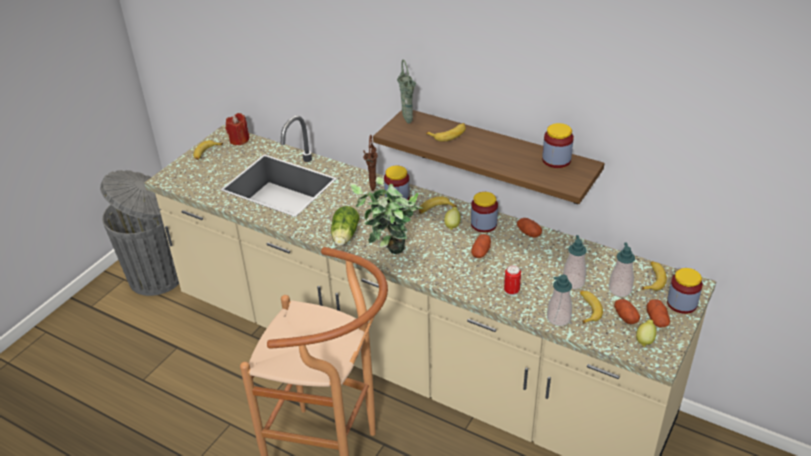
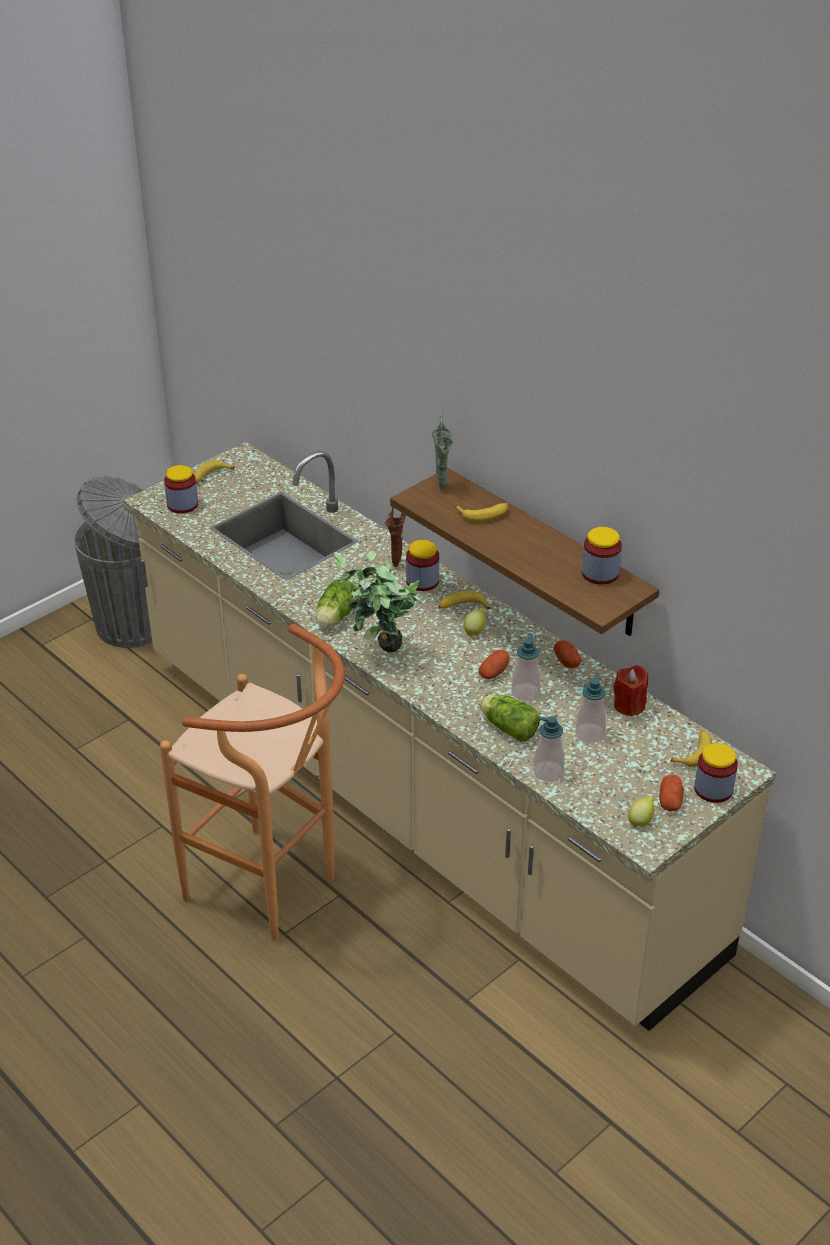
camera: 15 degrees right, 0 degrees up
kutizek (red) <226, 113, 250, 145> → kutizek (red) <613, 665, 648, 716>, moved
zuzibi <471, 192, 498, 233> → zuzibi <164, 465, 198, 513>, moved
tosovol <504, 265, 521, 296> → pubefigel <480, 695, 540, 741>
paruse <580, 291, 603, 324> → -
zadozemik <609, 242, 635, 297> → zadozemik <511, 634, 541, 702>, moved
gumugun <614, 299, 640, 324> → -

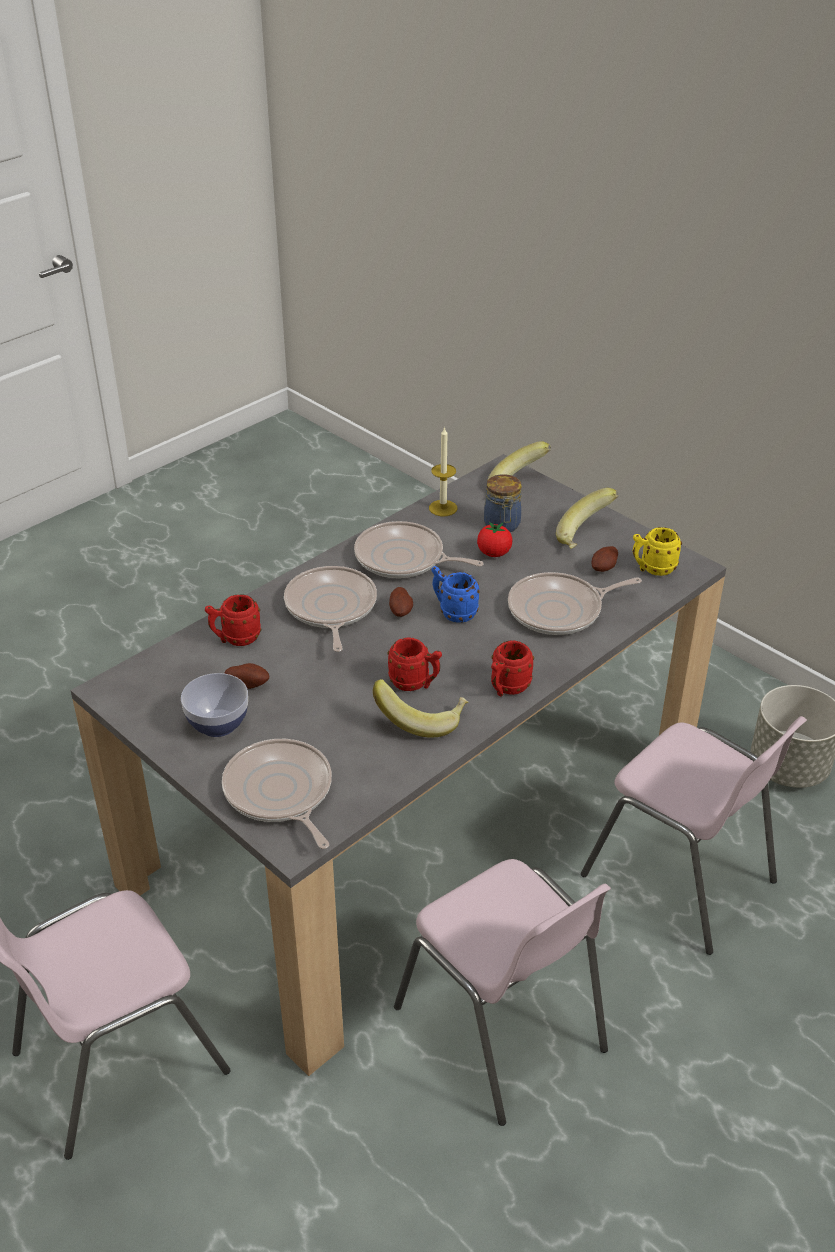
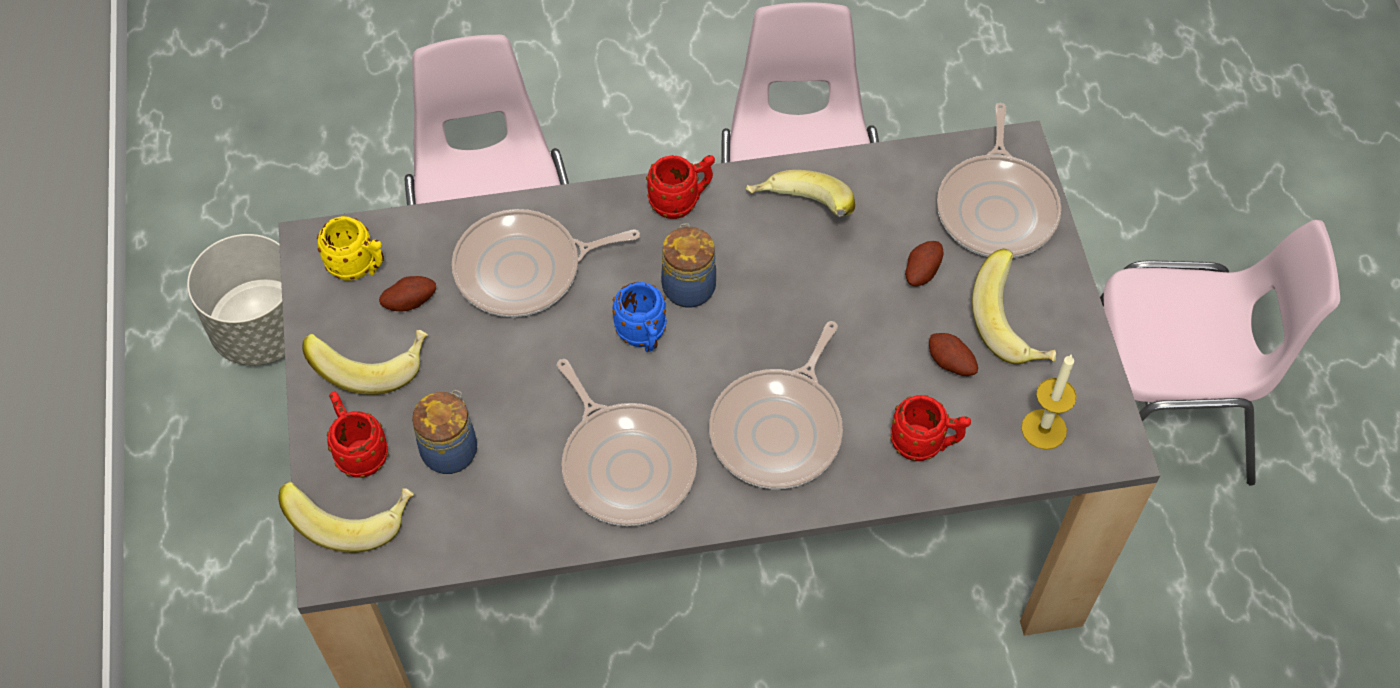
camera: 145 degrees left, 20 degrees up
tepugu <181, 673, 248, 737> → paruse <972, 248, 1056, 364>
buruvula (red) <387, 638, 442, 691> → buruvula (red) <327, 392, 389, 478>, moved
gumugun <389, 587, 413, 617> → gumugun <905, 241, 943, 286>, moved
kutizek <429, 426, 457, 516> → kutizek <1021, 354, 1077, 450>, moved
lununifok <477, 522, 512, 557> → -
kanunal <508, 572, 642, 635> → kanunal <452, 209, 640, 317>, 150 degrees clockwise
- → zuzibi <661, 223, 716, 308>

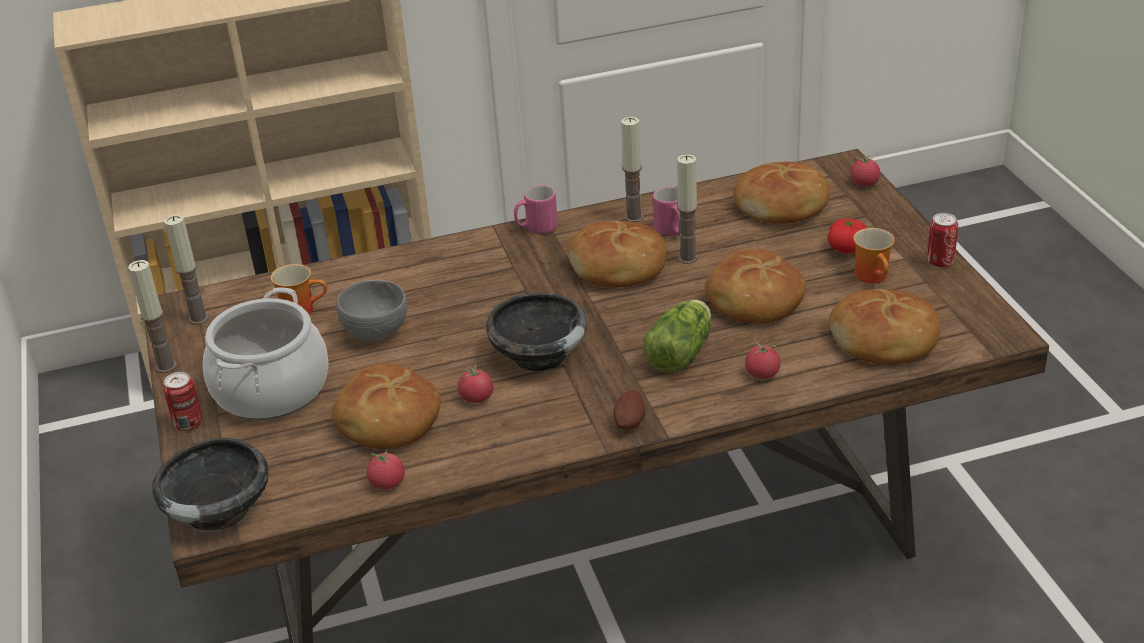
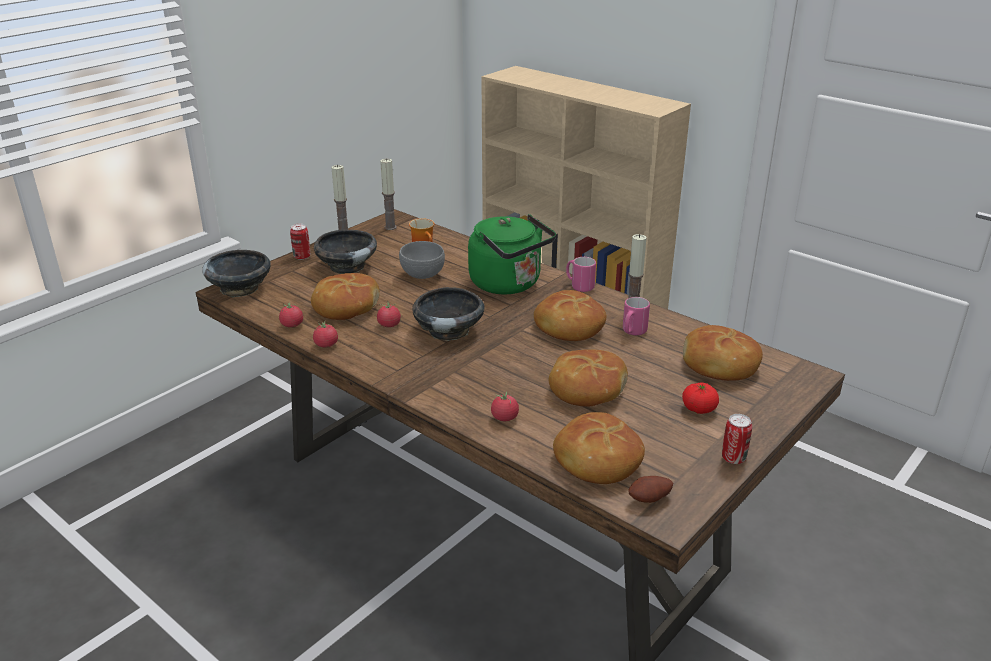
camera: 55 degrees right, 5 degrees down
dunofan <203, 287, 329, 420> → tepugu (black) <314, 230, 377, 274>
gumugun <613, 390, 646, 429> → gumugun <628, 476, 673, 503>, moved
pubefigel <643, 300, 711, 373> → -
kutizek <677, 154, 698, 264> → -
lununifok <850, 155, 880, 186> → lununifok <313, 321, 338, 347>, moved
buruvula <853, 228, 895, 283> → -
- → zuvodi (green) <468, 214, 556, 294>

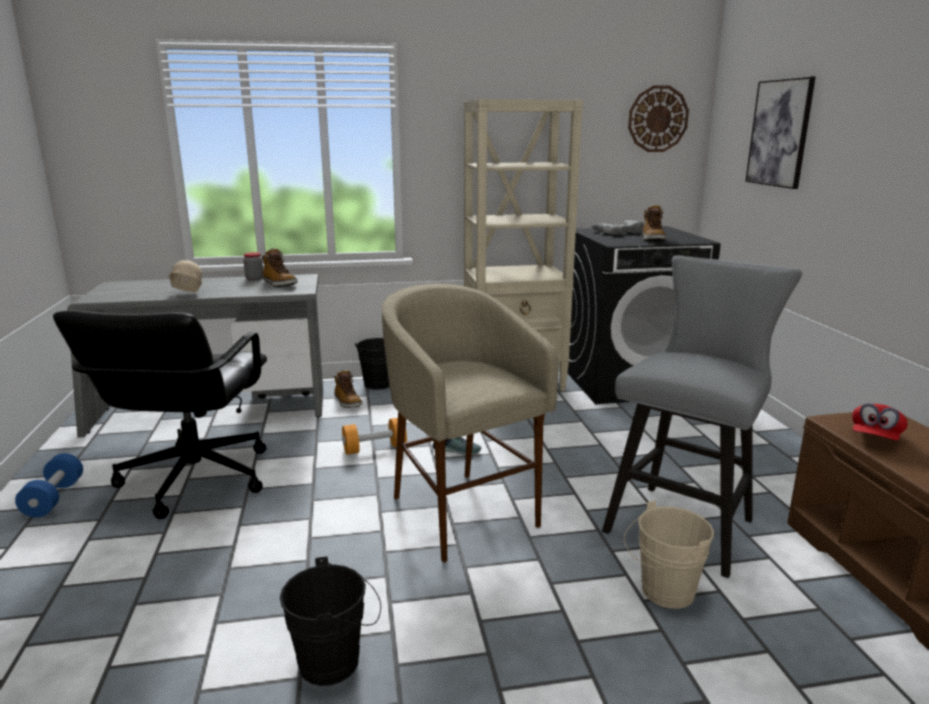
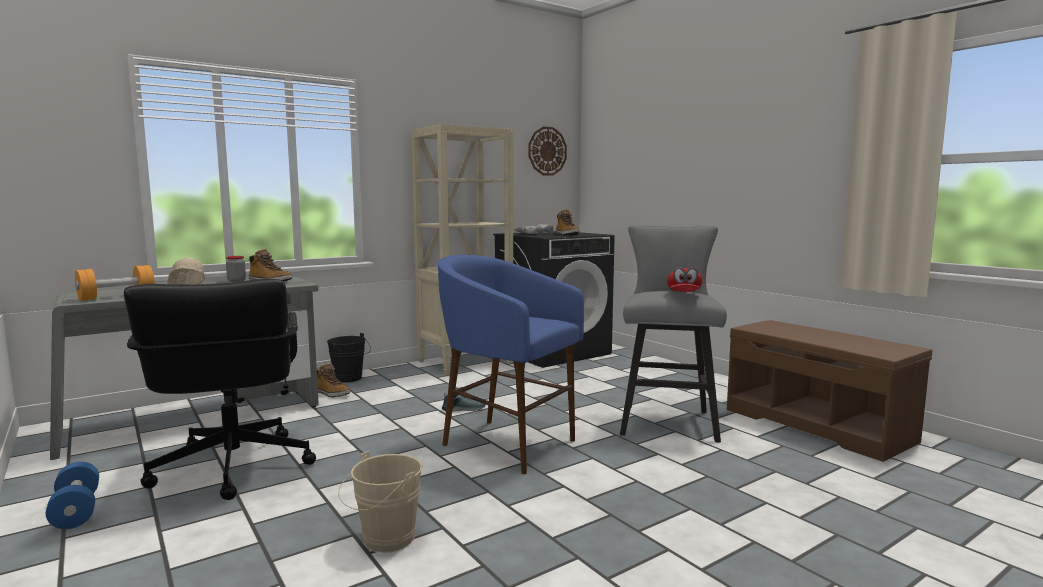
camera: 25 degrees left, 10 degrees down
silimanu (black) <280, 556, 381, 686> → -
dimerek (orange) <342, 418, 407, 455> → dimerek (orange) <75, 265, 155, 301>, moved
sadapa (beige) <382, 283, 559, 562> → sadapa (blue) <438, 255, 584, 474>
silimanu (beige) <624, 500, 714, 609> → silimanu (beige) <338, 451, 423, 553>, moved
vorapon <745, 76, 816, 189> → -
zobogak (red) <852, 403, 907, 440> → zobogak (red) <667, 267, 703, 292>, moved

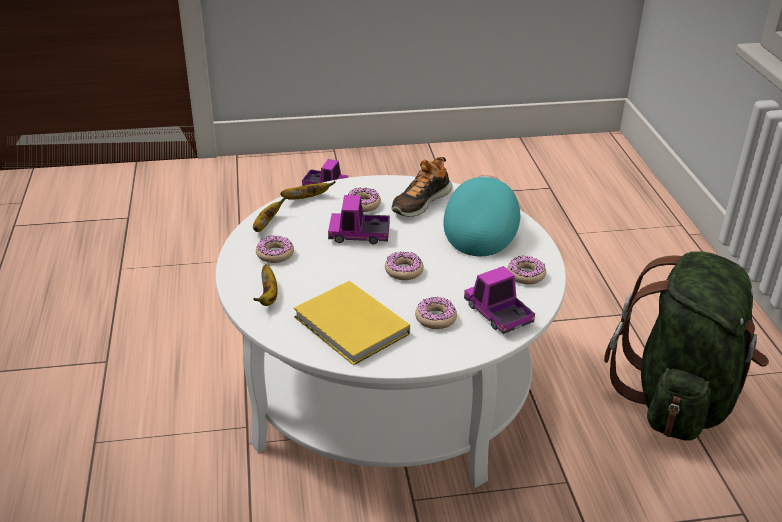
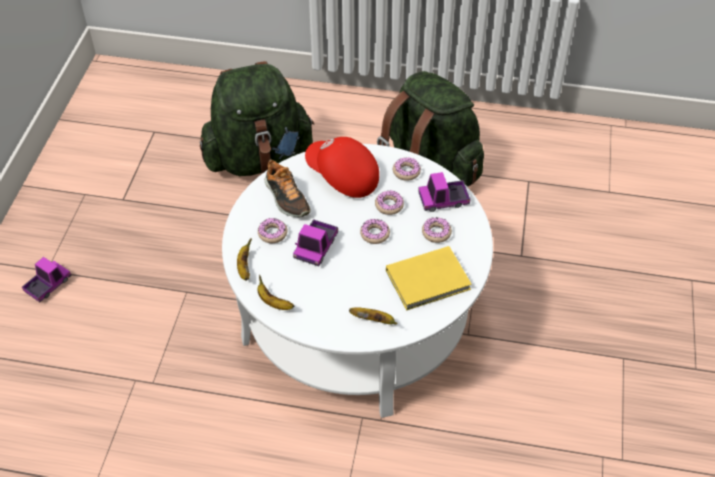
camera: 70 degrees left, 15 degrees up
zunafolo <256, 235, 294, 263> → zunafolo <375, 190, 404, 215>, moved
zobogak (turquoise) <443, 175, 520, 256> → zobogak (red) <305, 137, 379, 198>
- → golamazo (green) <200, 61, 314, 176>

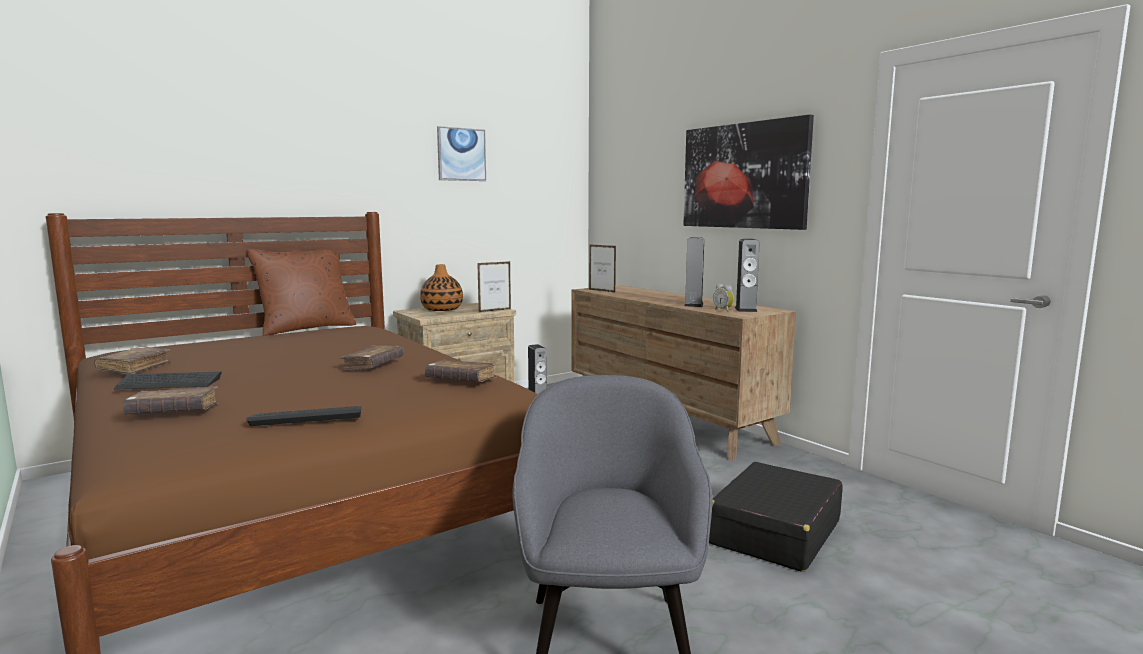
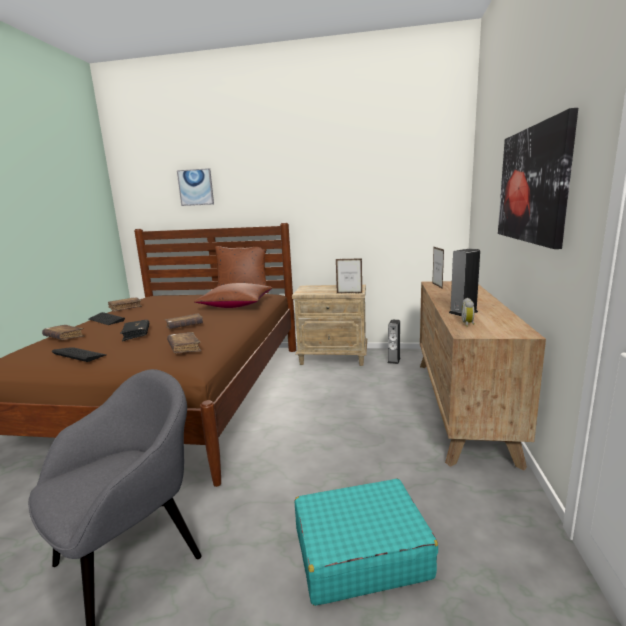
camera: 45 degrees right, 5 degrees up
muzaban <420, 264, 463, 311> → -
vorapon <437, 126, 486, 181> → vorapon <177, 168, 214, 206>, moved
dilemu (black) <709, 462, 842, 572> → dilemu (turquoise) <294, 479, 438, 606>
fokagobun <735, 239, 760, 312> → -
- → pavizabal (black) <120, 320, 149, 341>
- → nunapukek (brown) <194, 283, 272, 308>

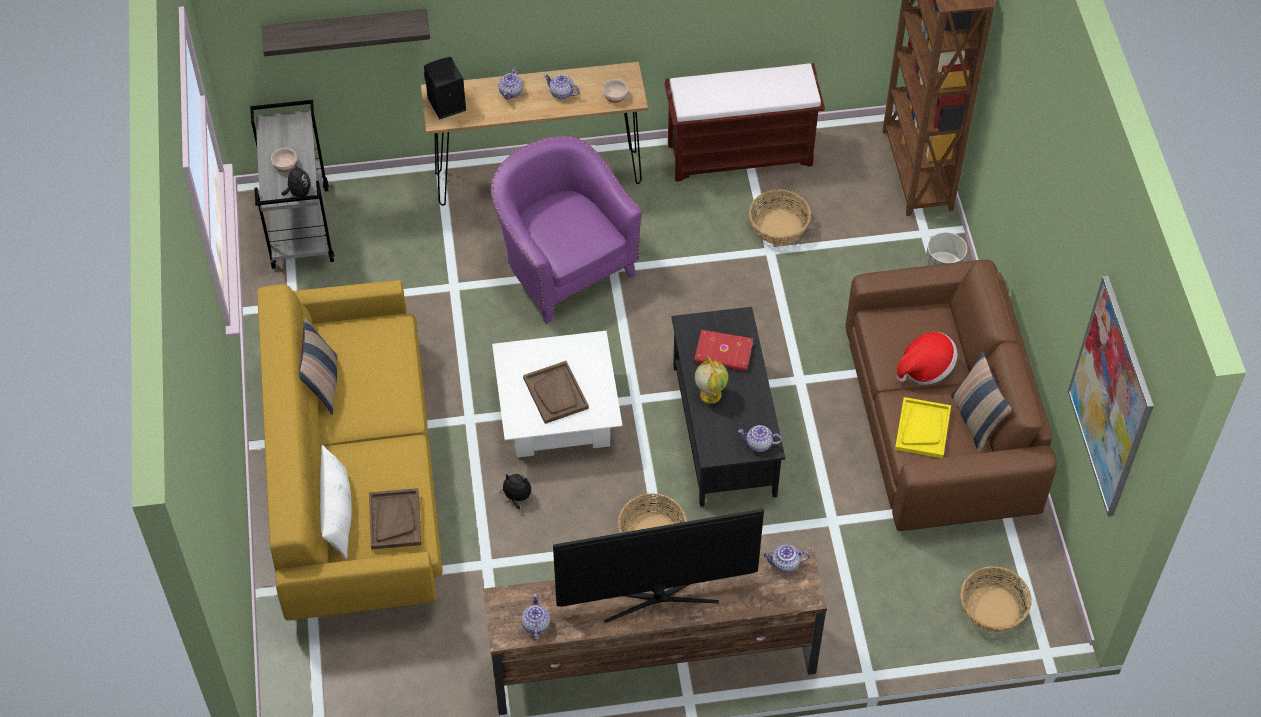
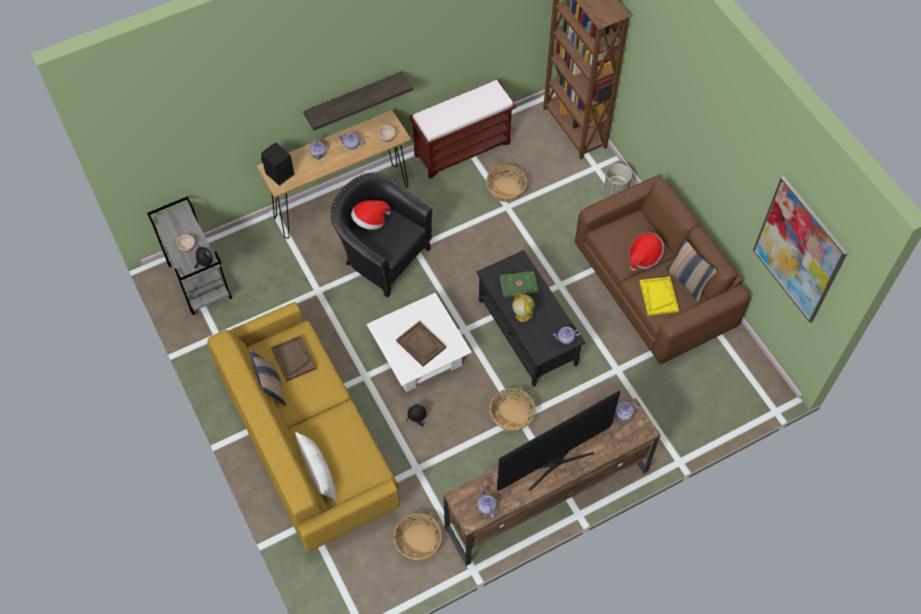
camera: 20 degrees left, 5 degrees up
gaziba <262, 9, 430, 56> → gaziba <303, 71, 413, 131>, moved
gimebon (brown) <369, 488, 421, 550> → gimebon (brown) <271, 335, 316, 381>, moved
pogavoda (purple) <491, 136, 642, 324> → pogavoda (black) <331, 173, 432, 298>
pavizabal (red) <694, 330, 753, 371> → pavizabal (green) <500, 271, 539, 298>
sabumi <961, 566, 1032, 632> → sabumi <394, 513, 442, 560>, moved
- → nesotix <351, 200, 391, 230>

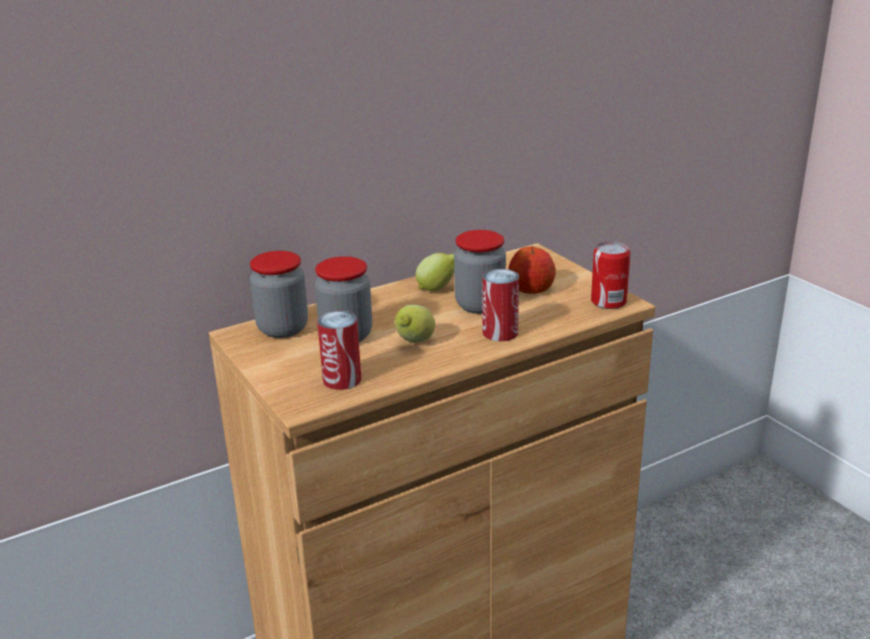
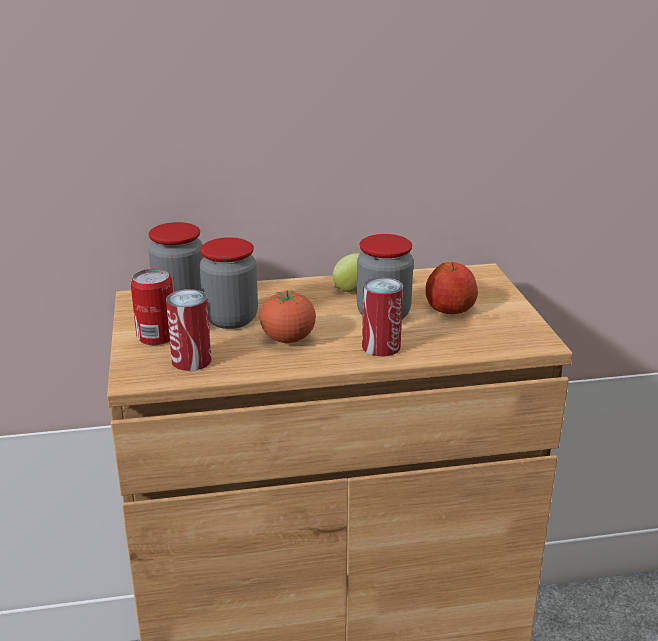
camera: 20 degrees right, 0 degrees up
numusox <395, 305, 435, 343> → lununifok <260, 290, 316, 343>
tosovol <591, 241, 631, 309> → tosovol <130, 269, 173, 345>, moved

